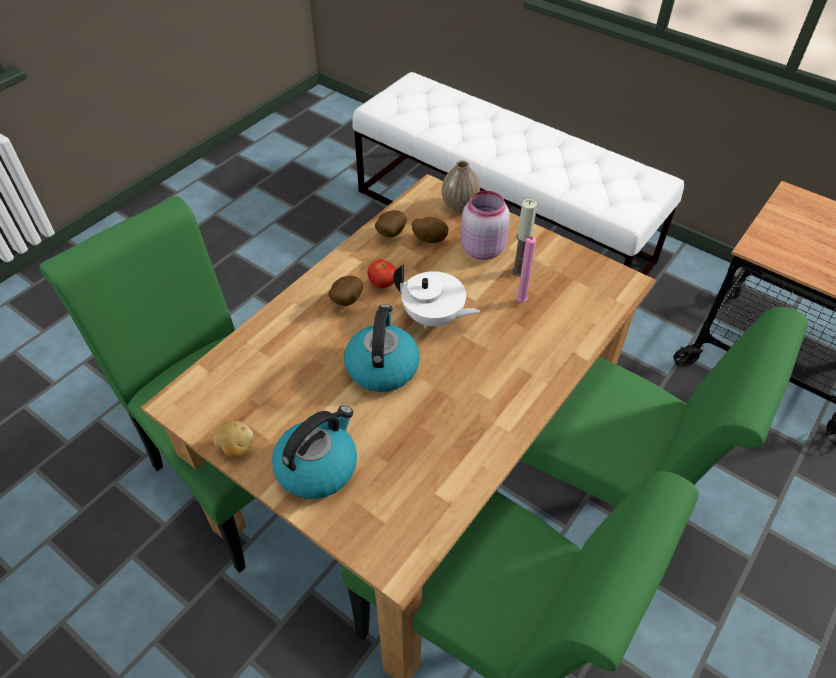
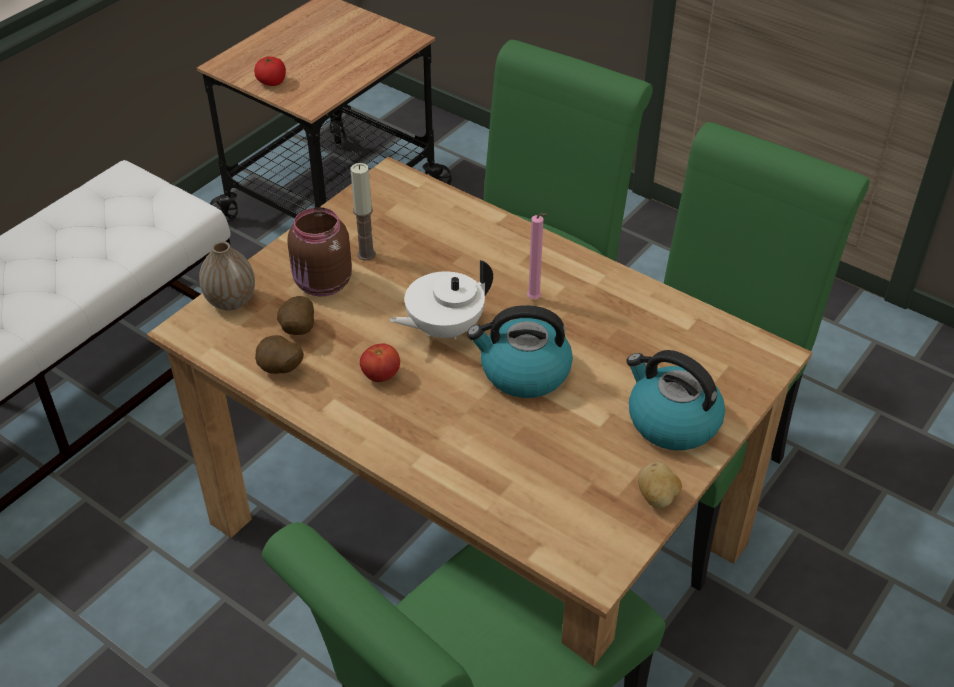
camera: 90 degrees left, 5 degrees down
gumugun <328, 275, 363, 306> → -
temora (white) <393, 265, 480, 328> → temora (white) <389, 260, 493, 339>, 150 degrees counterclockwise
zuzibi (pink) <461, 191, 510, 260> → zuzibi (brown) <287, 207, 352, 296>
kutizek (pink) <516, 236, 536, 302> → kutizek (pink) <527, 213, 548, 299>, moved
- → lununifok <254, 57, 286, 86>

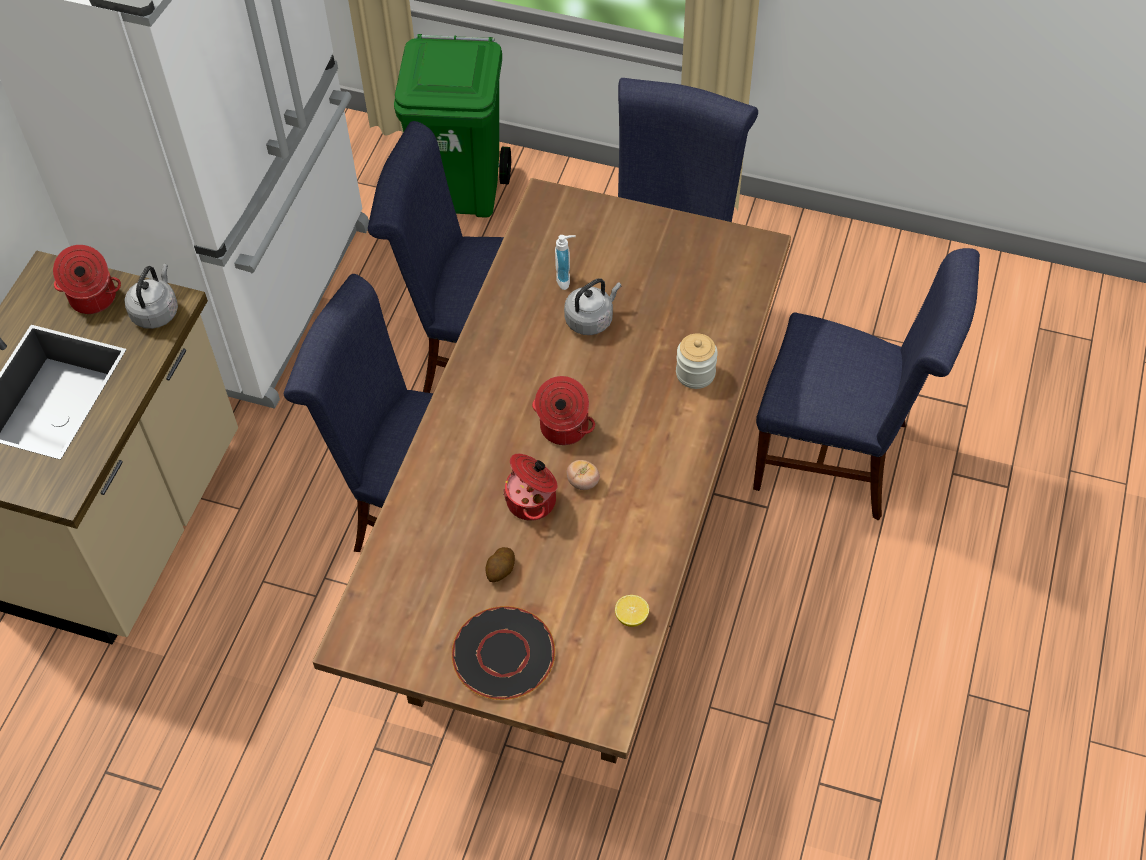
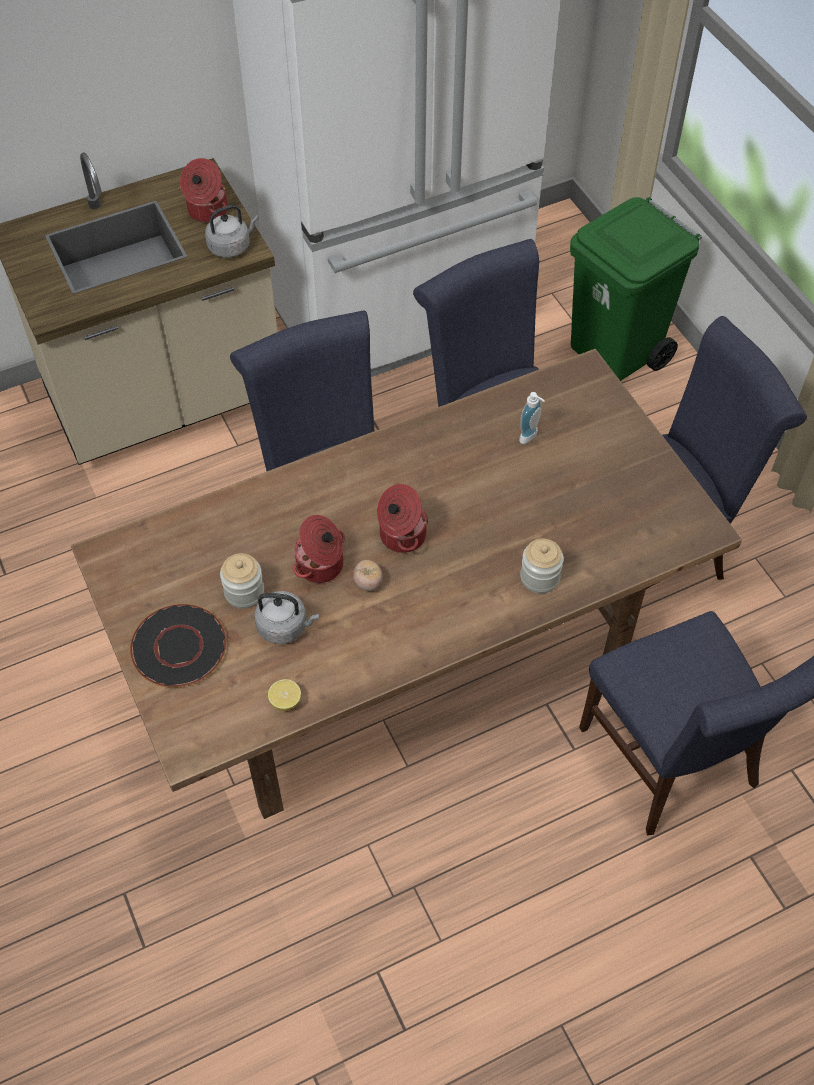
camera: 45 degrees right, 0 degrees up
gumugun <485, 547, 515, 582> → zuzibi <220, 553, 264, 609>
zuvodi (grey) <564, 278, 621, 335> → zuvodi (grey) <254, 591, 319, 644>, moved

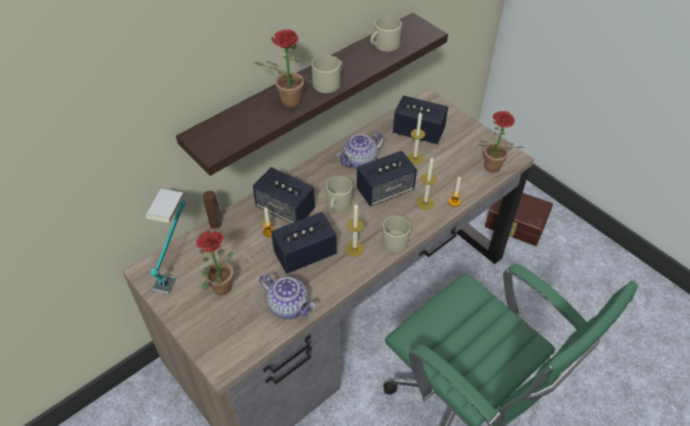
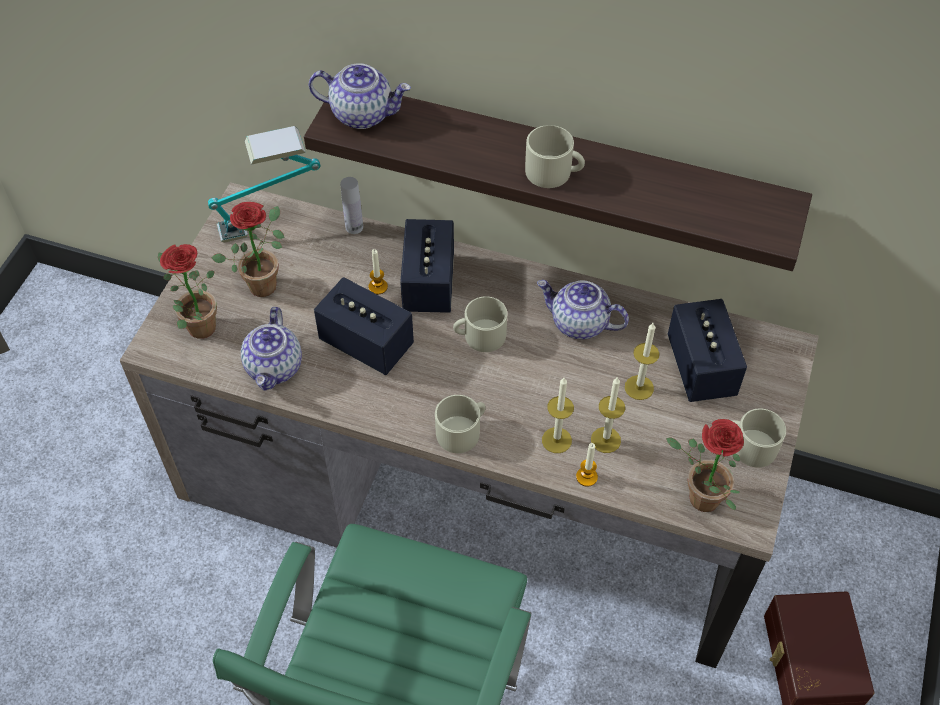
camera: 60 degrees right, 5 degrees up
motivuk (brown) <203, 191, 222, 229> → motivuk (white) <340, 177, 363, 234>
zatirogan <253, 30, 312, 108> → zatirogan <158, 244, 217, 339>, moved
kutizek <346, 204, 364, 257> → kutizek <591, 377, 625, 453>, moved
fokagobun <356, 151, 417, 207> → -
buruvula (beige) <370, 16, 402, 52> → buruvula (beige) <732, 408, 786, 467>, moved
- → temora <309, 63, 411, 129>

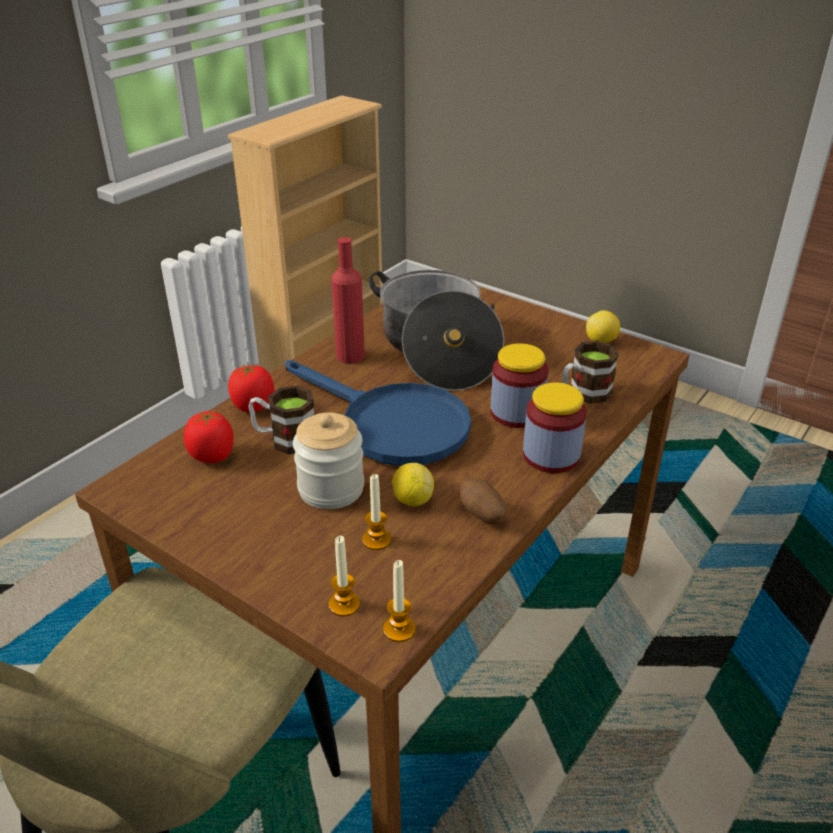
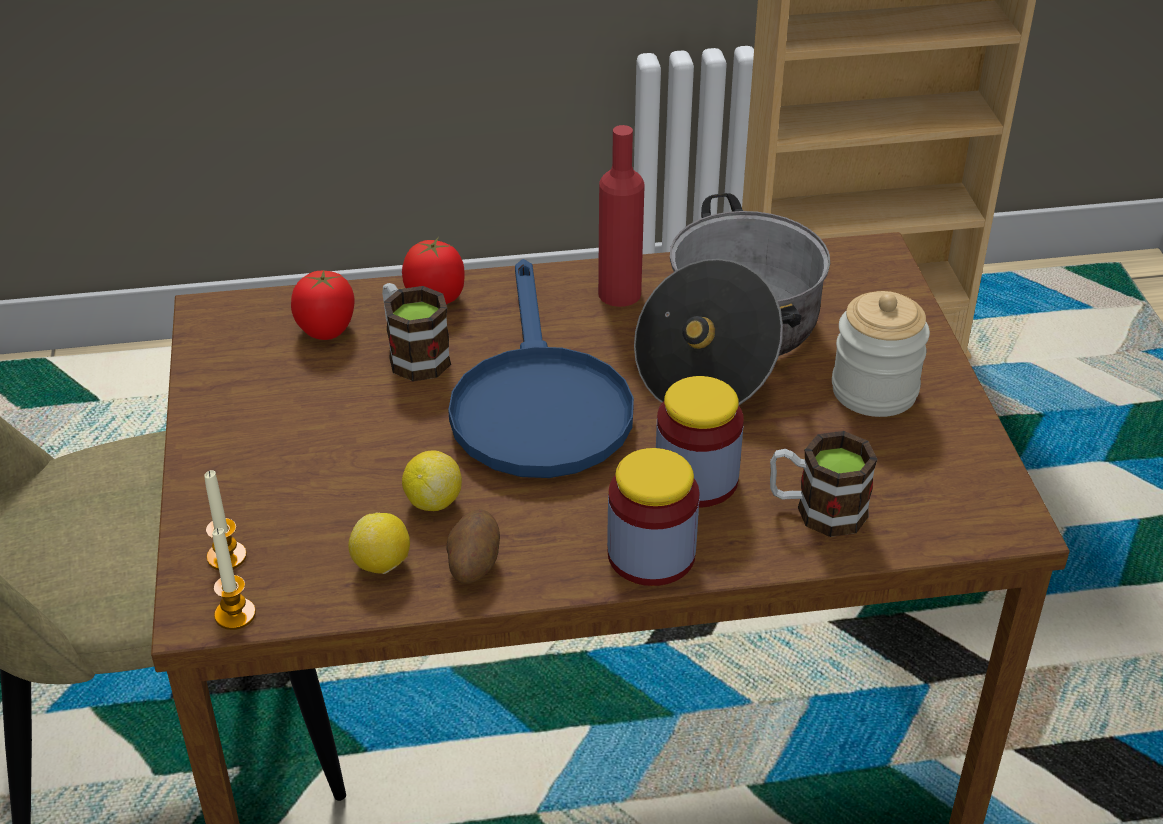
camera: 45 degrees right, 5 degrees up
zuzibi <293, 412, 364, 509> → zuzibi <832, 291, 930, 417>, moved
kutizek <362, 474, 391, 550> → -
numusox <586, 310, 620, 343> → numusox <348, 512, 410, 574>, moved

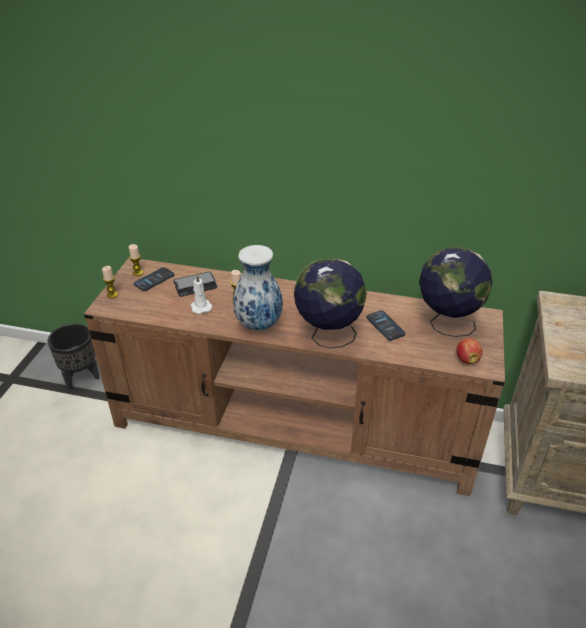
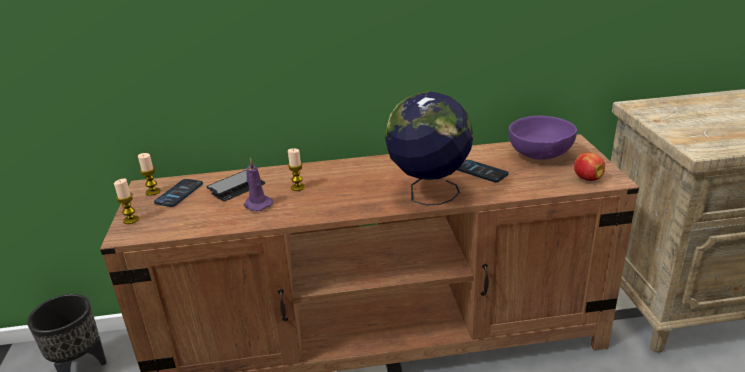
camera: 20 degrees left, 10 degrees down
kutizek (white) <191, 274, 212, 314> → kutizek (purple) <244, 157, 273, 211>
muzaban <233, 245, 283, 331> → -
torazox <419, 247, 492, 337> → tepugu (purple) <509, 116, 577, 159>

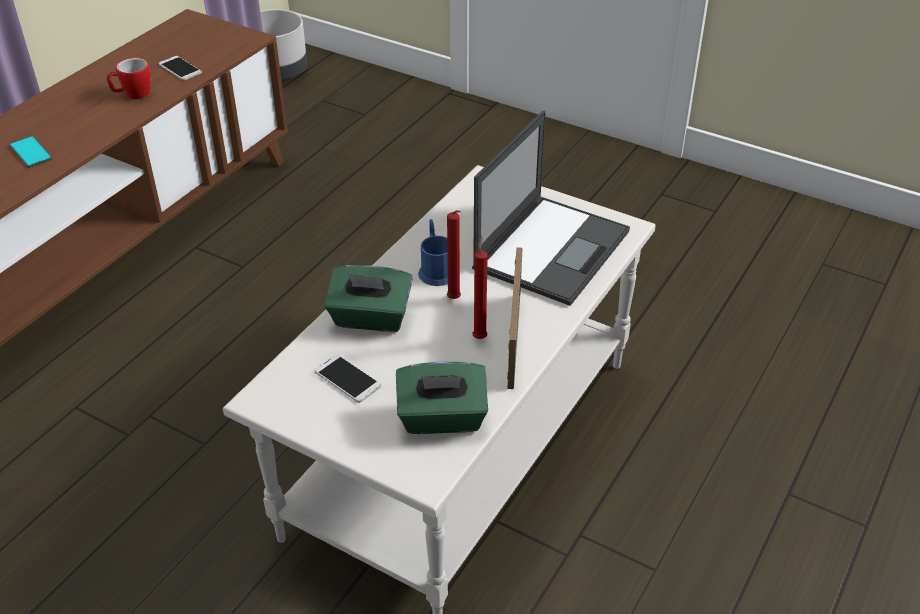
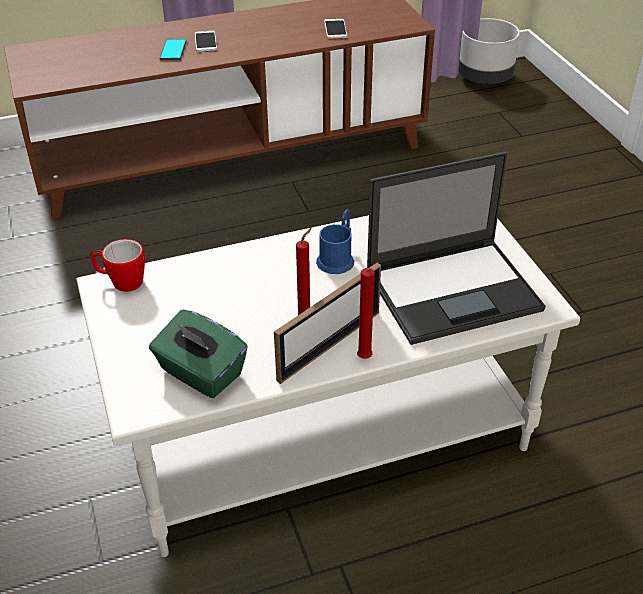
camera: 40 degrees right, 0 degrees up
buruvula <107, 58, 151, 99> → buruvula <90, 239, 145, 292>, moved
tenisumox <314, 354, 381, 403> → tenisumox <195, 31, 217, 52>, moved
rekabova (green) <325, 265, 413, 332> → -
kutizek (red) <447, 210, 461, 299> → kutizek (red) <357, 268, 375, 359>, moved

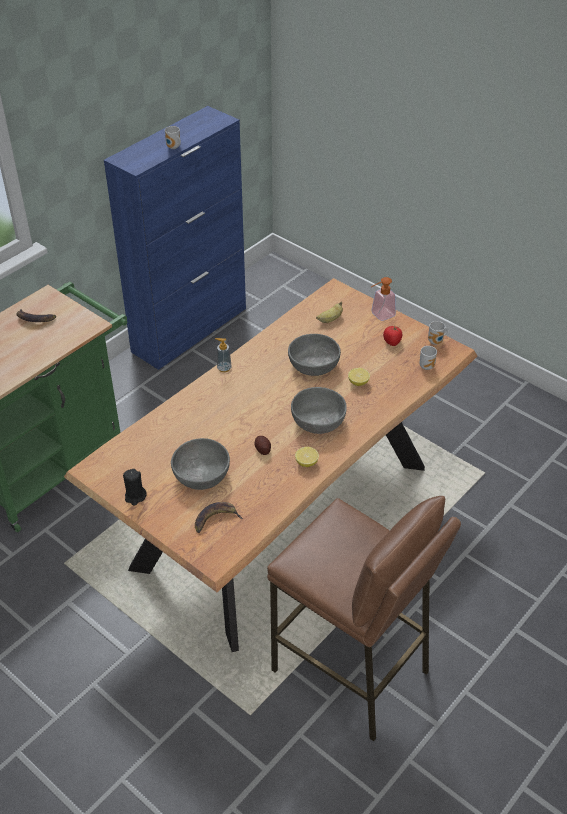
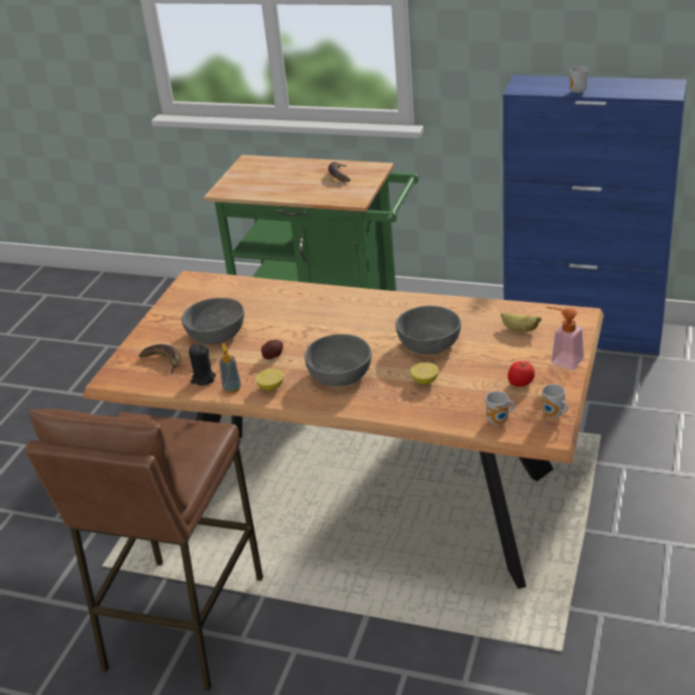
camera: 70 degrees right, 10 degrees down
kutizek (black) <123, 469, 147, 506> → kutizek (black) <189, 344, 216, 385>, moved
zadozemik <215, 338, 232, 372> → zadozemik <219, 343, 241, 393>, moved

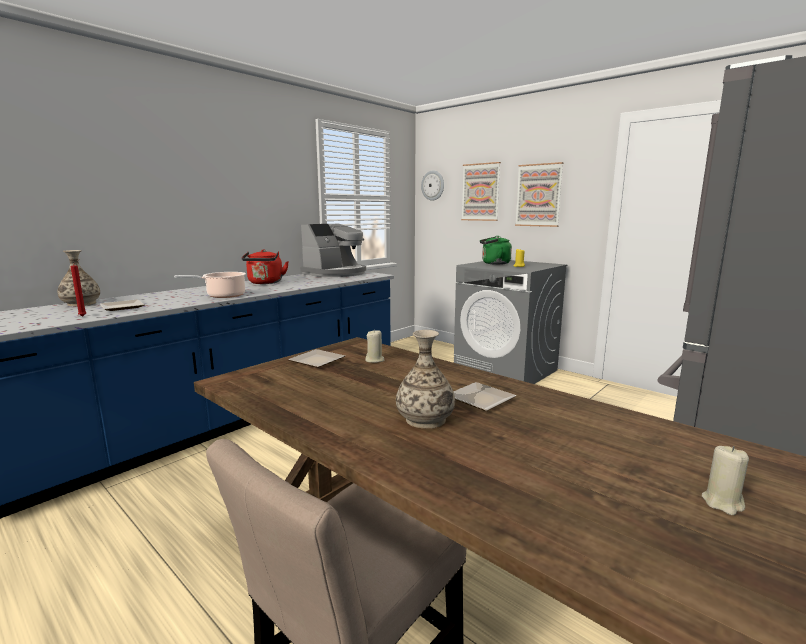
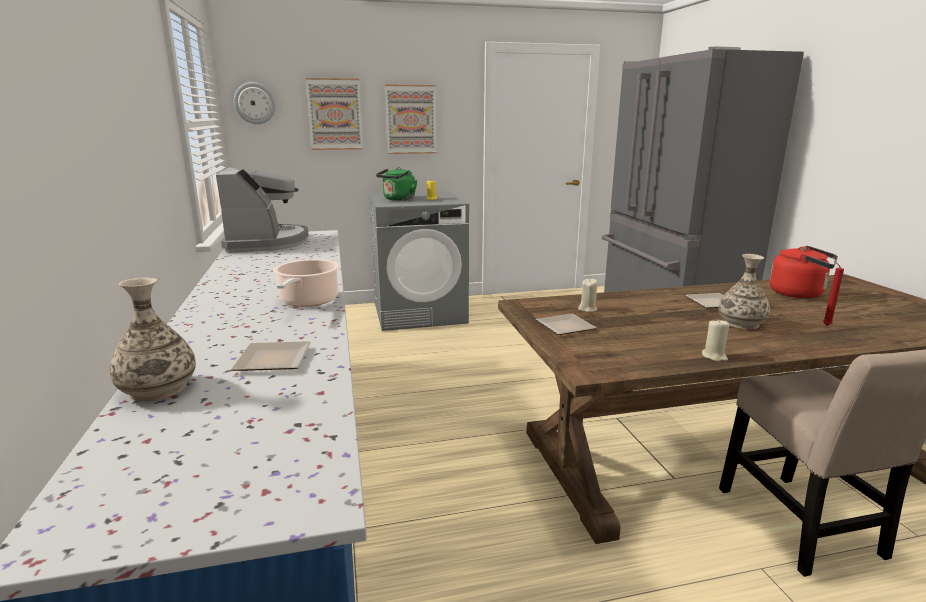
camera: 55 degrees left, 5 degrees up
kutizek (red) <71, 260, 86, 316> → kutizek (red) <823, 261, 844, 326>, moved
zuvodi (red) <242, 249, 289, 284> → zuvodi (red) <770, 246, 838, 298>, moved
kutizek (beige) <702, 446, 749, 515> → kutizek (beige) <702, 319, 729, 361>, moved

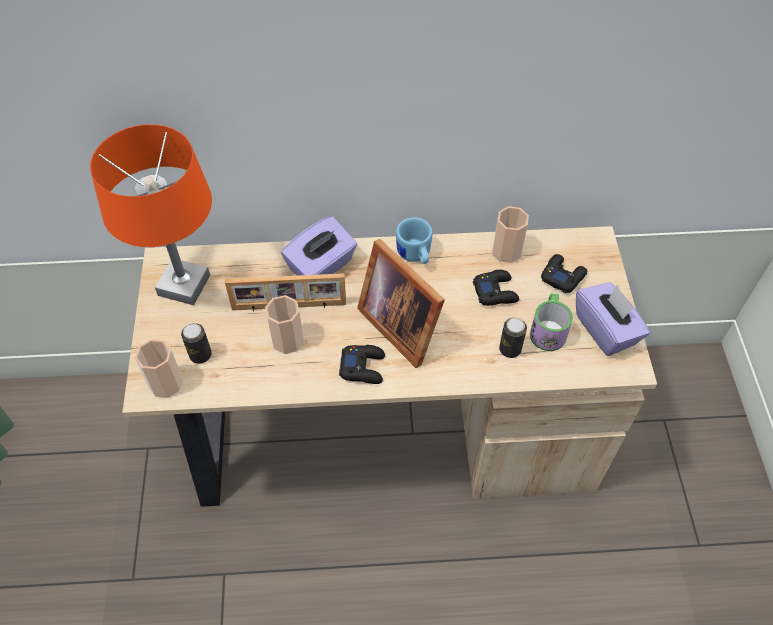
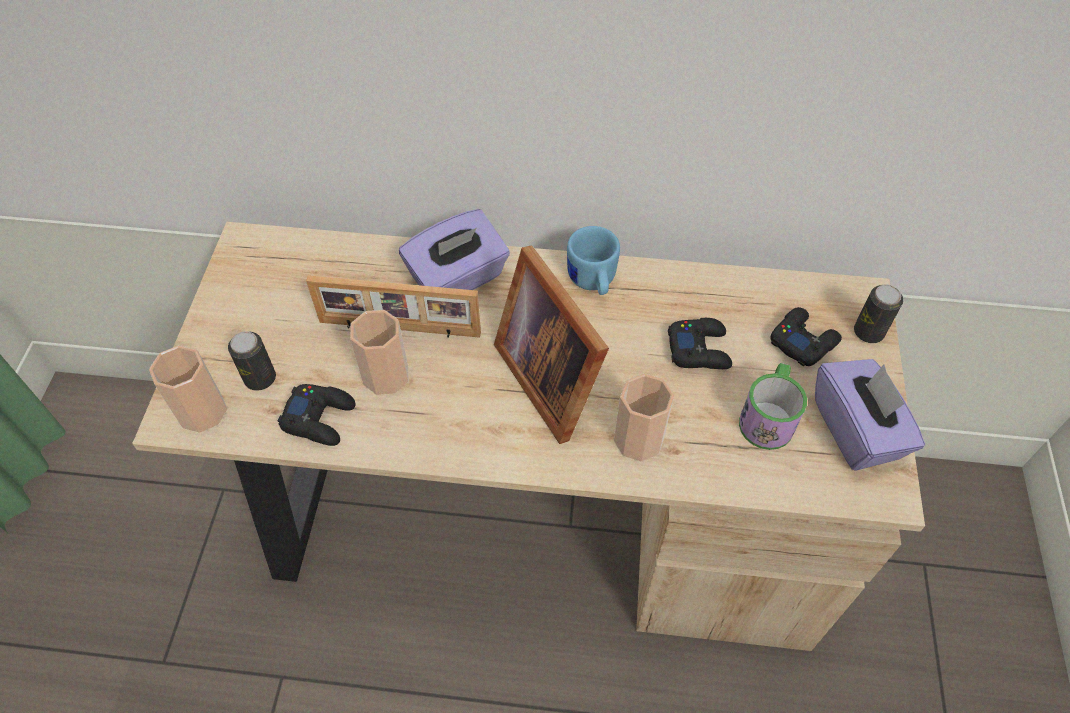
camera: 10 degrees right, 0 degrees up
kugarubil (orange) <90, 124, 212, 305> → -
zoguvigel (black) <339, 345, 385, 384> → zoguvigel (black) <277, 384, 355, 446>, moved
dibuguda <492, 206, 529, 263> → dibuguda <614, 373, 674, 461>, moved
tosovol <499, 318, 527, 358> → tosovol <854, 285, 903, 343>, moved

